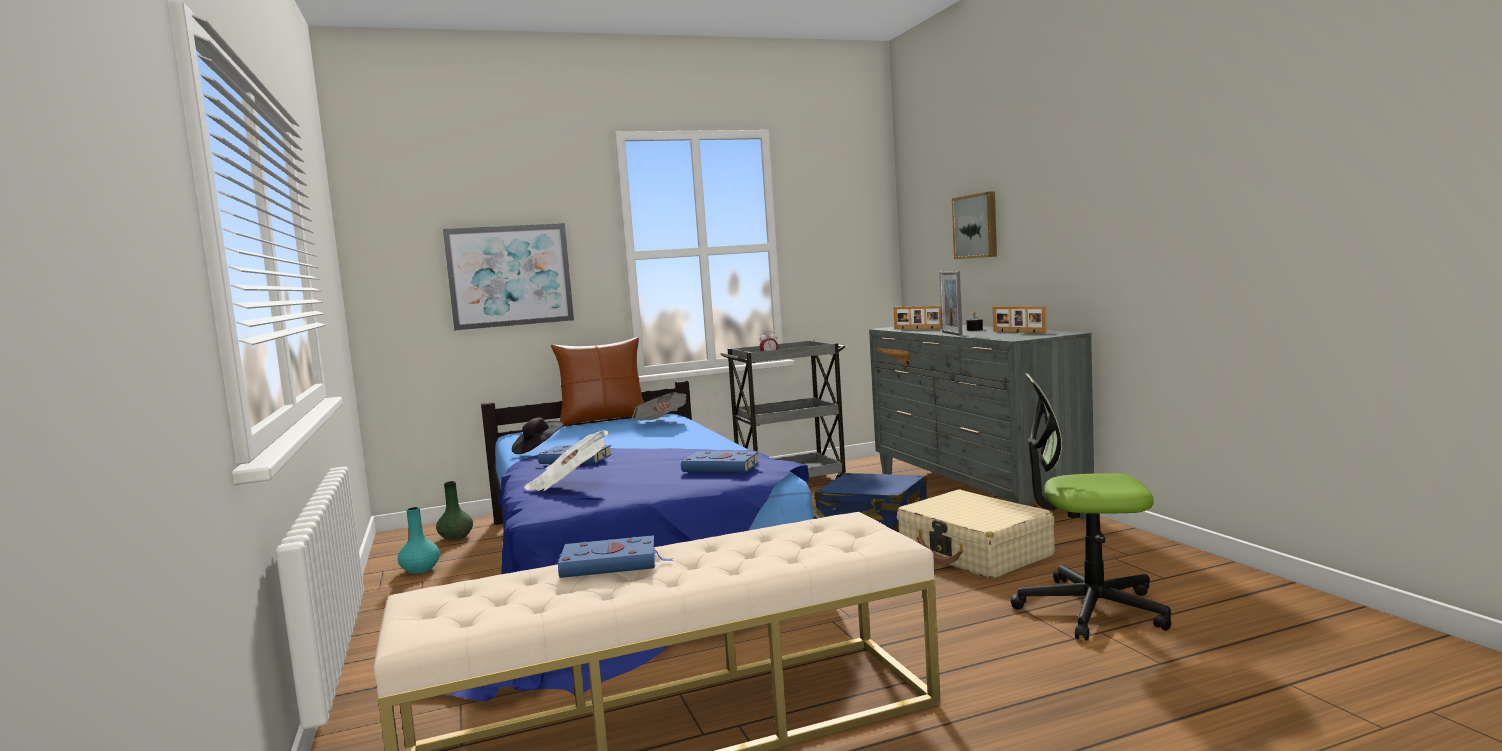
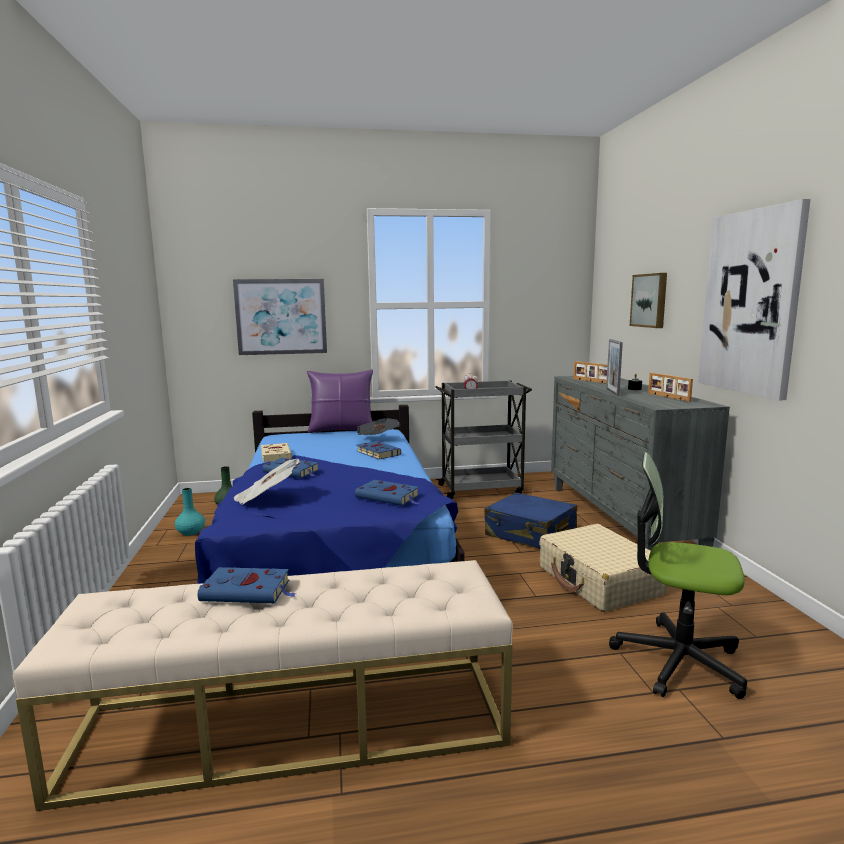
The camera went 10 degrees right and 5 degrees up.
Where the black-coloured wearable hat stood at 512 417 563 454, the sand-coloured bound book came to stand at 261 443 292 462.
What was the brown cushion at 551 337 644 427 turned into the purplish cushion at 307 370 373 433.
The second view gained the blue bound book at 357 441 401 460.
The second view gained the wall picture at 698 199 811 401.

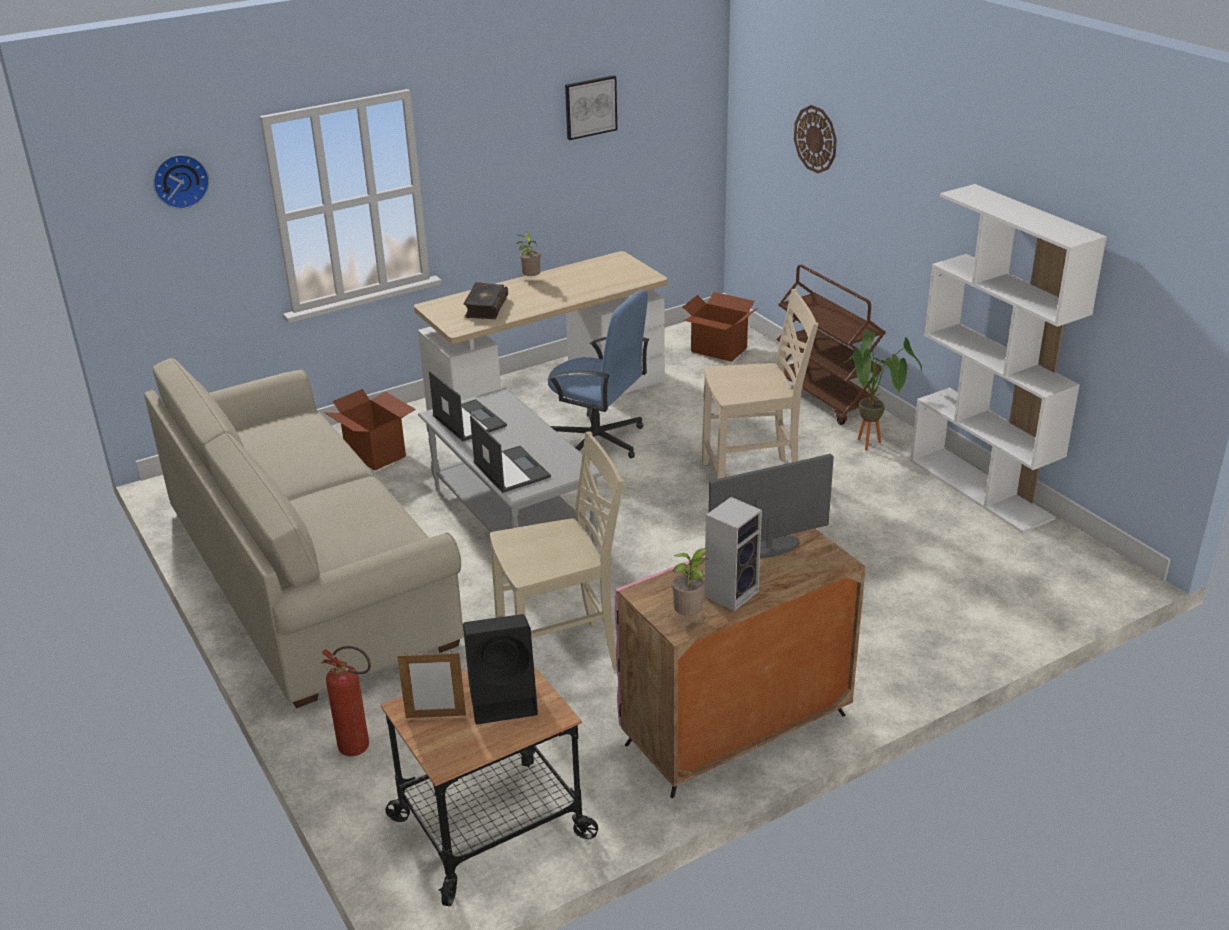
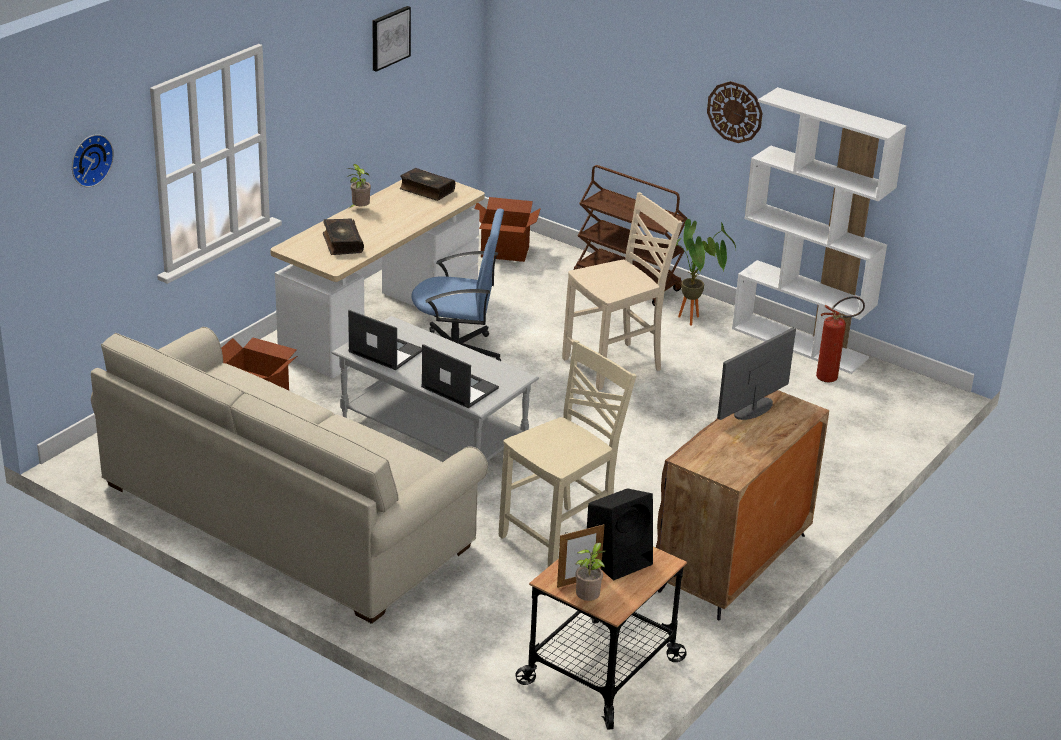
The camera went 25 degrees left and 0 degrees up.
The second view gained the bound book at 400 168 455 201.
The houseplant ended up elsewhere, having gone from 672 548 708 616 to 575 543 607 601.
What was the pinkish storage cabinet at 615 528 865 798 turned into the brown storage cabinet at 656 390 829 620.
The hanging clock ended up elsewhere, having gone from 794 105 837 173 to 707 81 763 143.
The fire extinguisher ended up elsewhere, having gone from 321 646 371 756 to 816 297 865 382.
The second view lost the speaker at 705 497 762 611.

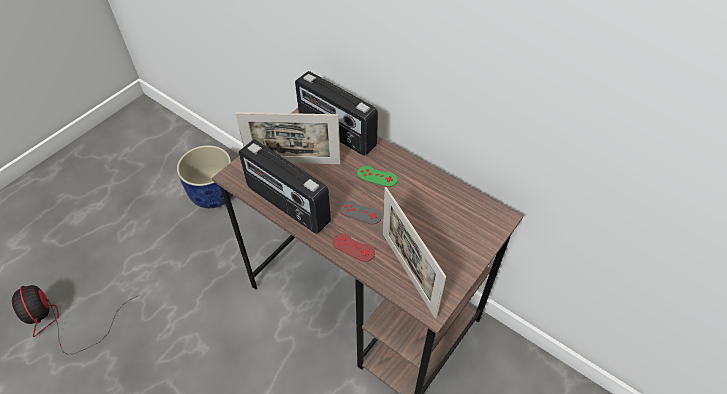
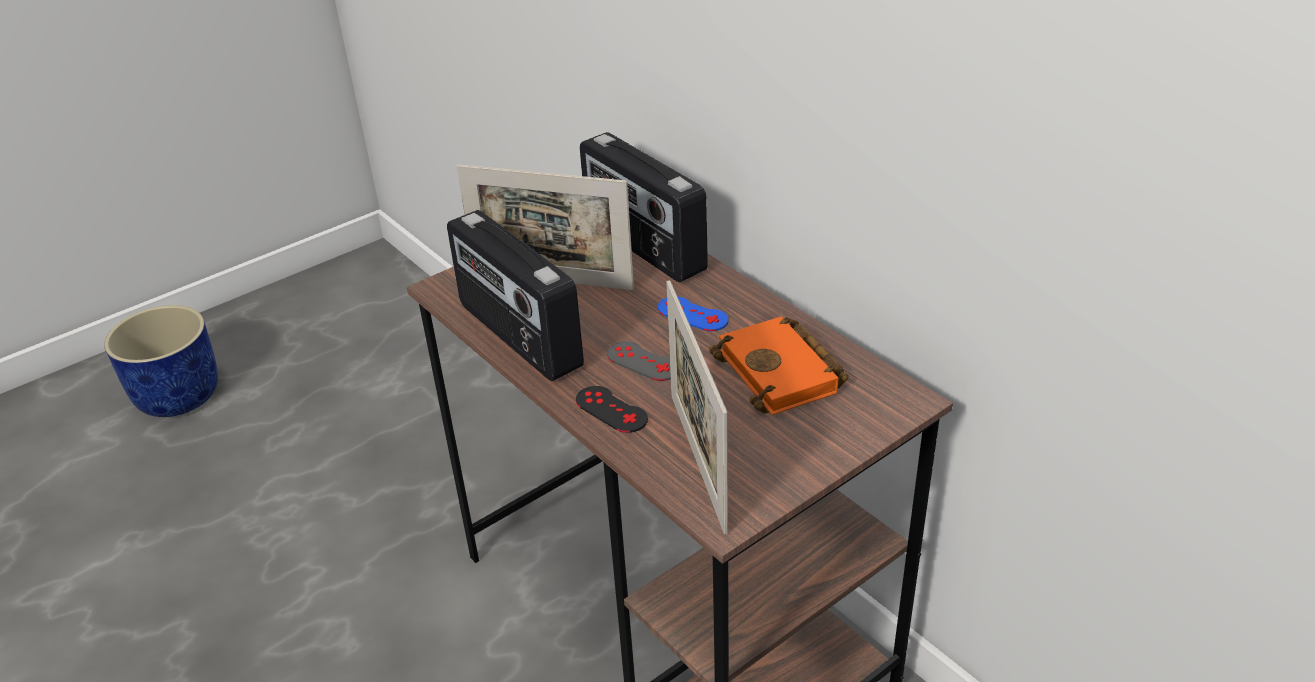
The camera went 15 degrees right and 15 degrees down.
The blue planter ended up elsewhere, having gone from 177 145 233 208 to 104 305 218 417.
What was the red game controller at 333 233 375 262 turned into the black-coloured game controller at 576 386 648 433.
What was the greenish game controller at 357 166 398 187 turned into the blue game controller at 658 296 729 331.
The second view gained the orange bound book at 709 317 849 415.
The second view lost the fan at 12 285 140 355.

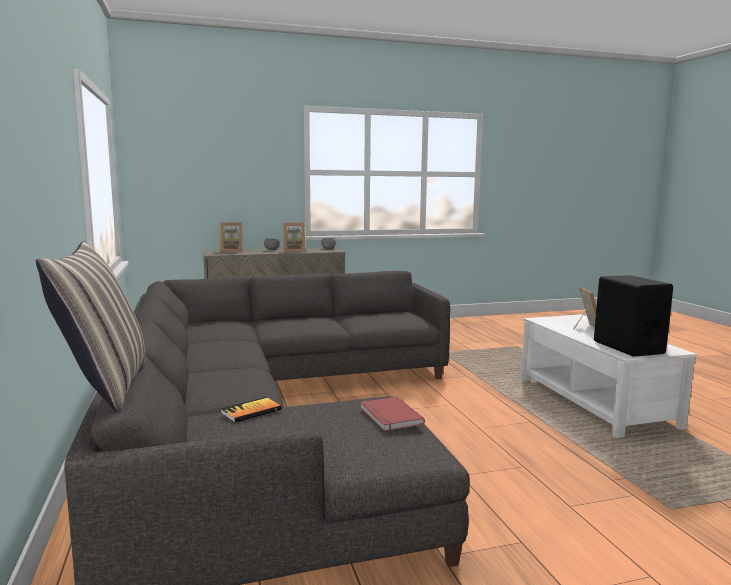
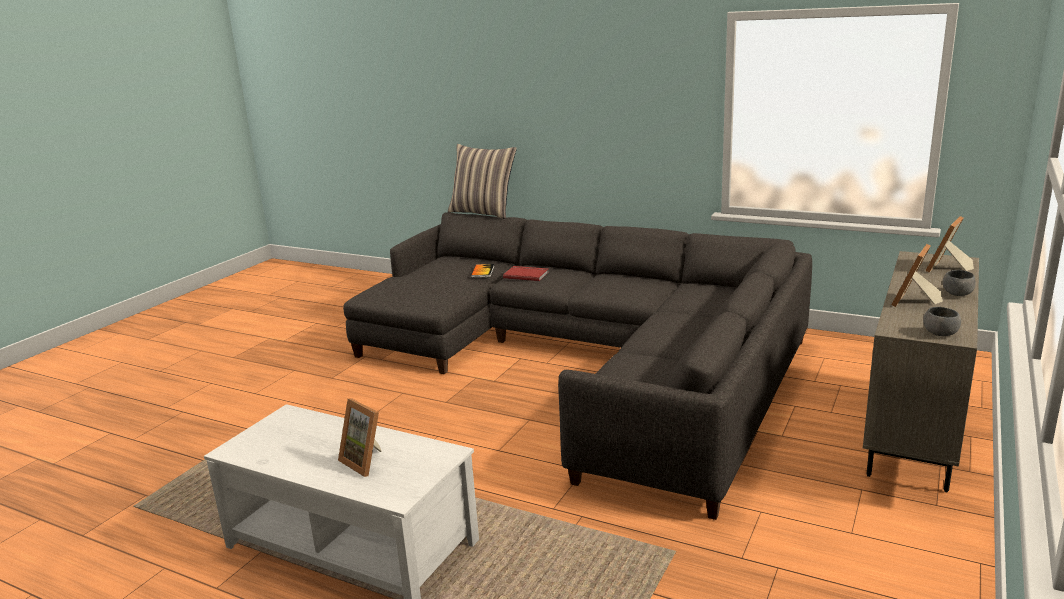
The camera went 135 degrees right and 10 degrees up.
The red bound book ended up elsewhere, having gone from 360 397 425 431 to 503 266 549 281.
The second view lost the black-coloured speaker at 594 275 673 357.

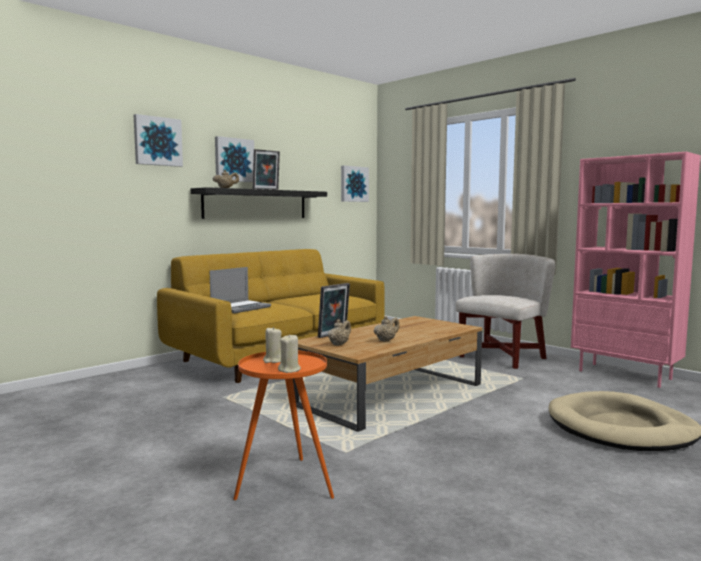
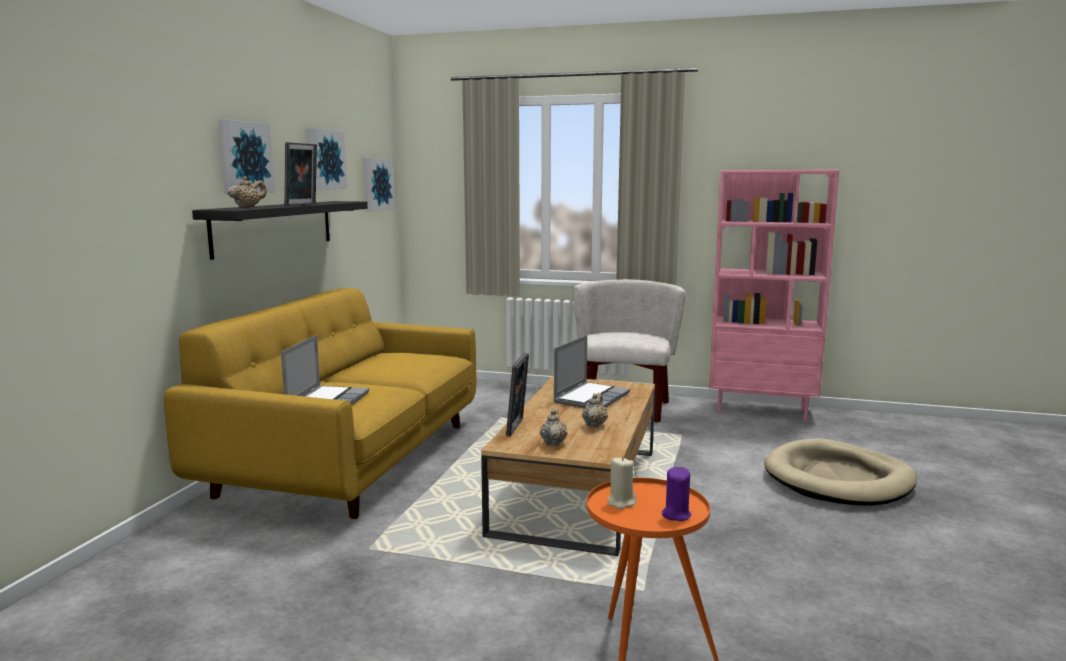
The camera went 30 degrees left and 5 degrees up.
The wall picture ended up elsewhere, having gone from 134 114 183 167 to 306 128 347 190.
The second view gained the notebook computer at 553 335 630 408.
What was the sand-coloured candle at 278 334 301 373 turned into the purplish candle at 662 467 691 521.

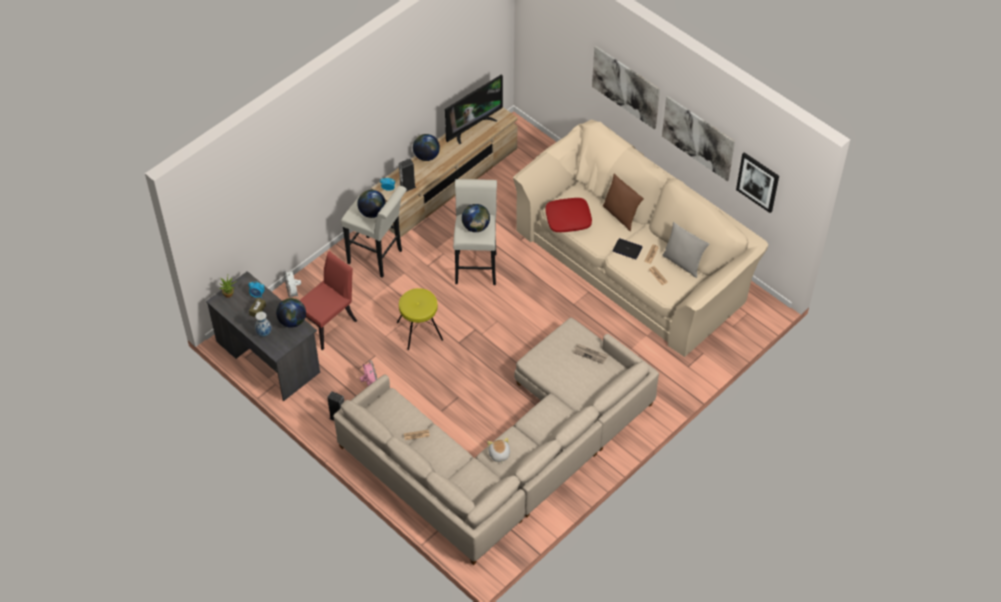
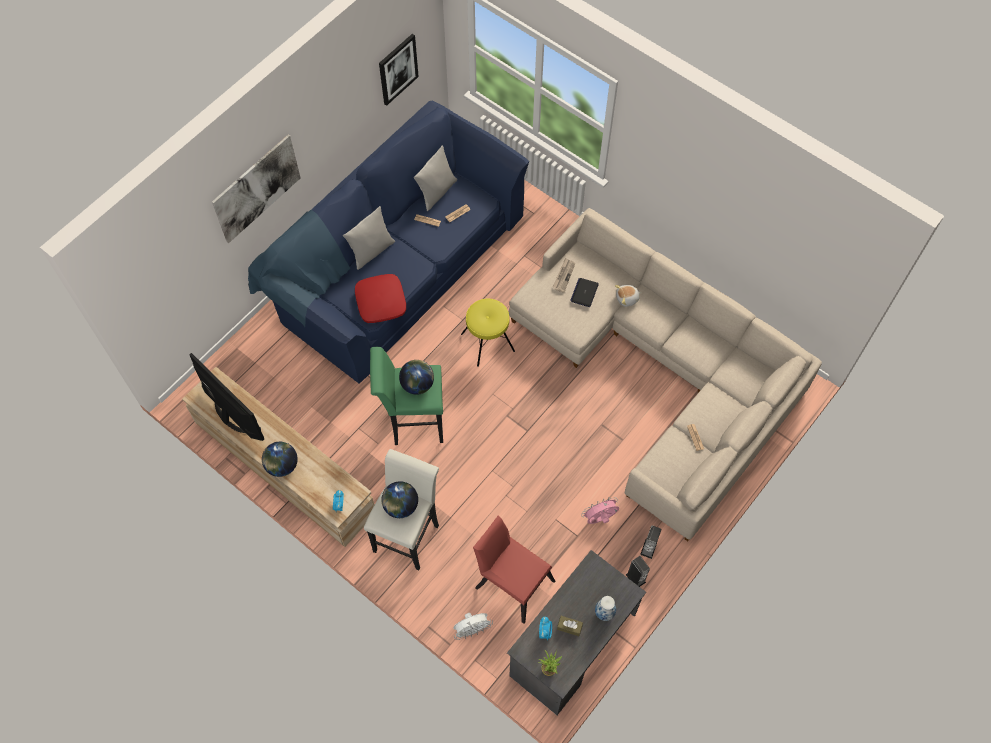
The camera went 95 degrees left and 10 degrees up.
What was the sand-coloured sofa at 513 120 768 357 turned into the blue sofa at 248 101 529 384.
What was the brown cushion at 603 173 644 231 turned into the greyish cushion at 343 206 395 270.
What was the white-coloured stool at 453 179 497 285 turned into the greenish stool at 370 347 443 445.
The yellow stool ended up elsewhere, having gone from 397 288 443 350 to 461 299 515 367.
The notebook computer ended up elsewhere, having gone from 613 238 642 259 to 570 278 599 307.
The plush toy ended up elsewhere, having gone from 487 438 510 464 to 615 285 642 307.
The speaker ended up elsewhere, having gone from 399 159 416 192 to 626 556 650 587.
The second view lost the desk globe at 276 298 306 328.
The second view lost the wall picture at 662 96 735 181.

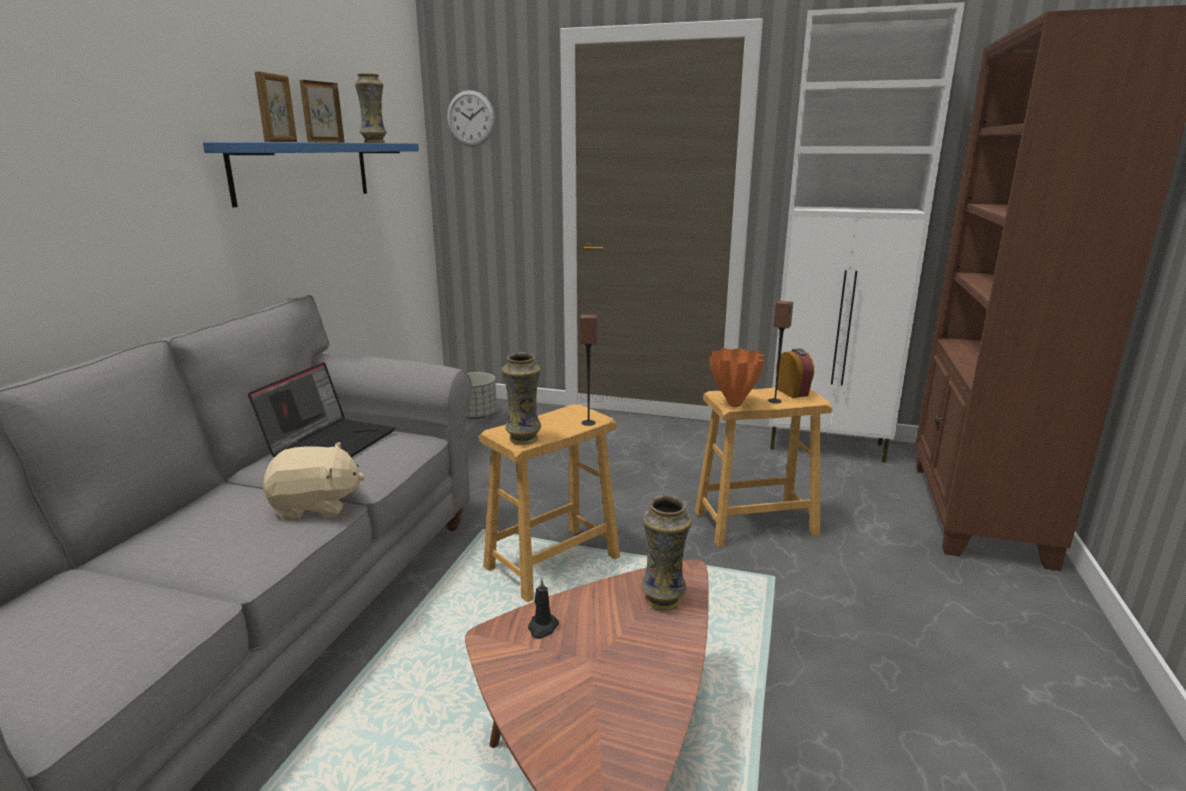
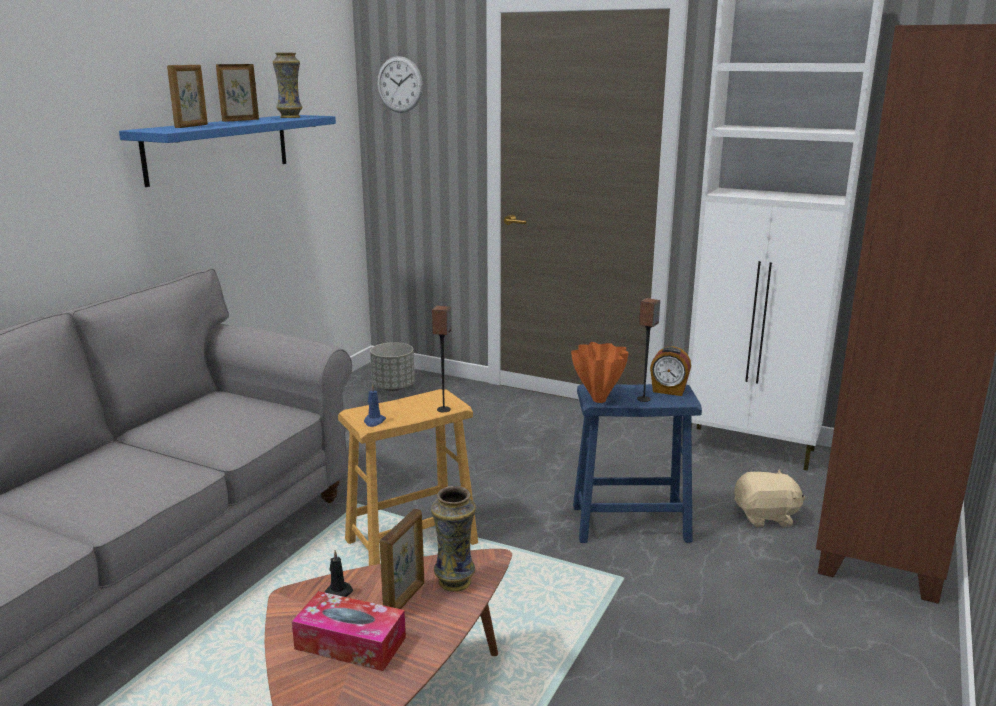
The camera went 10 degrees right and 0 degrees up.
The second view gained the box of tissues at 292 591 406 671.
Where the decorative vase stood at 502 352 541 445, the blue candle came to stand at 364 383 386 427.
The second view gained the picture frame at 380 509 424 609.
What was the brown stool at 695 388 832 547 turned into the blue stool at 573 384 702 543.
The bedside clock at 776 349 814 398 ended up facing another way, 120 degrees clockwise from before.
The sand-coloured plush toy ended up elsewhere, having gone from 263 442 365 521 to 734 469 805 527.
The second view lost the notebook computer at 248 362 396 457.

